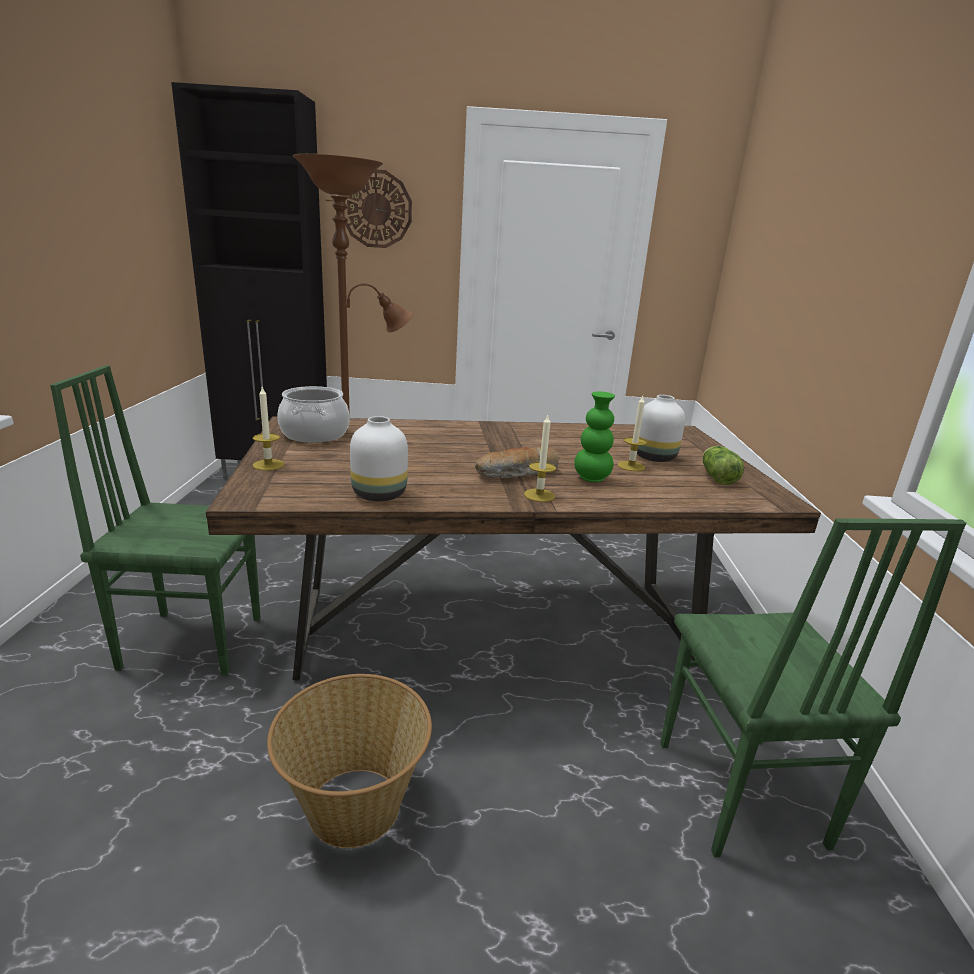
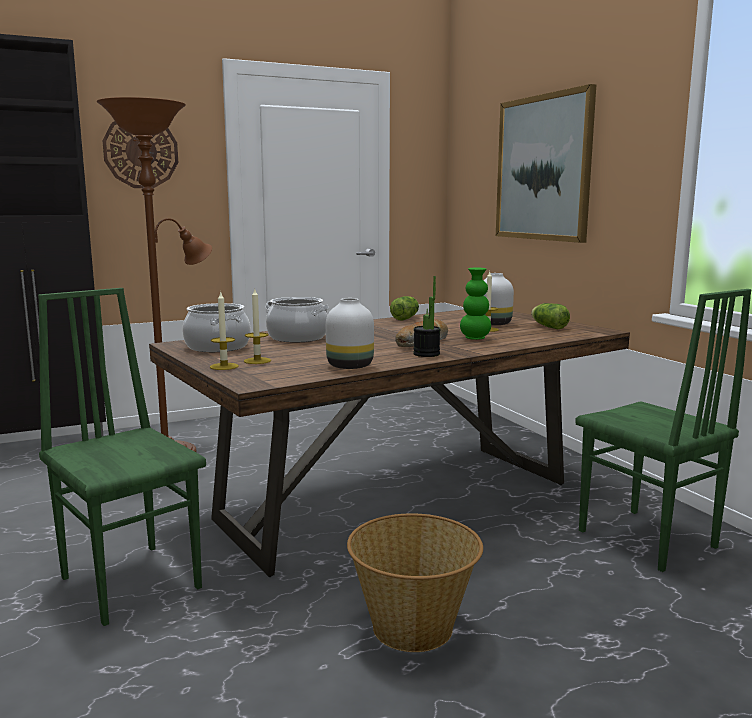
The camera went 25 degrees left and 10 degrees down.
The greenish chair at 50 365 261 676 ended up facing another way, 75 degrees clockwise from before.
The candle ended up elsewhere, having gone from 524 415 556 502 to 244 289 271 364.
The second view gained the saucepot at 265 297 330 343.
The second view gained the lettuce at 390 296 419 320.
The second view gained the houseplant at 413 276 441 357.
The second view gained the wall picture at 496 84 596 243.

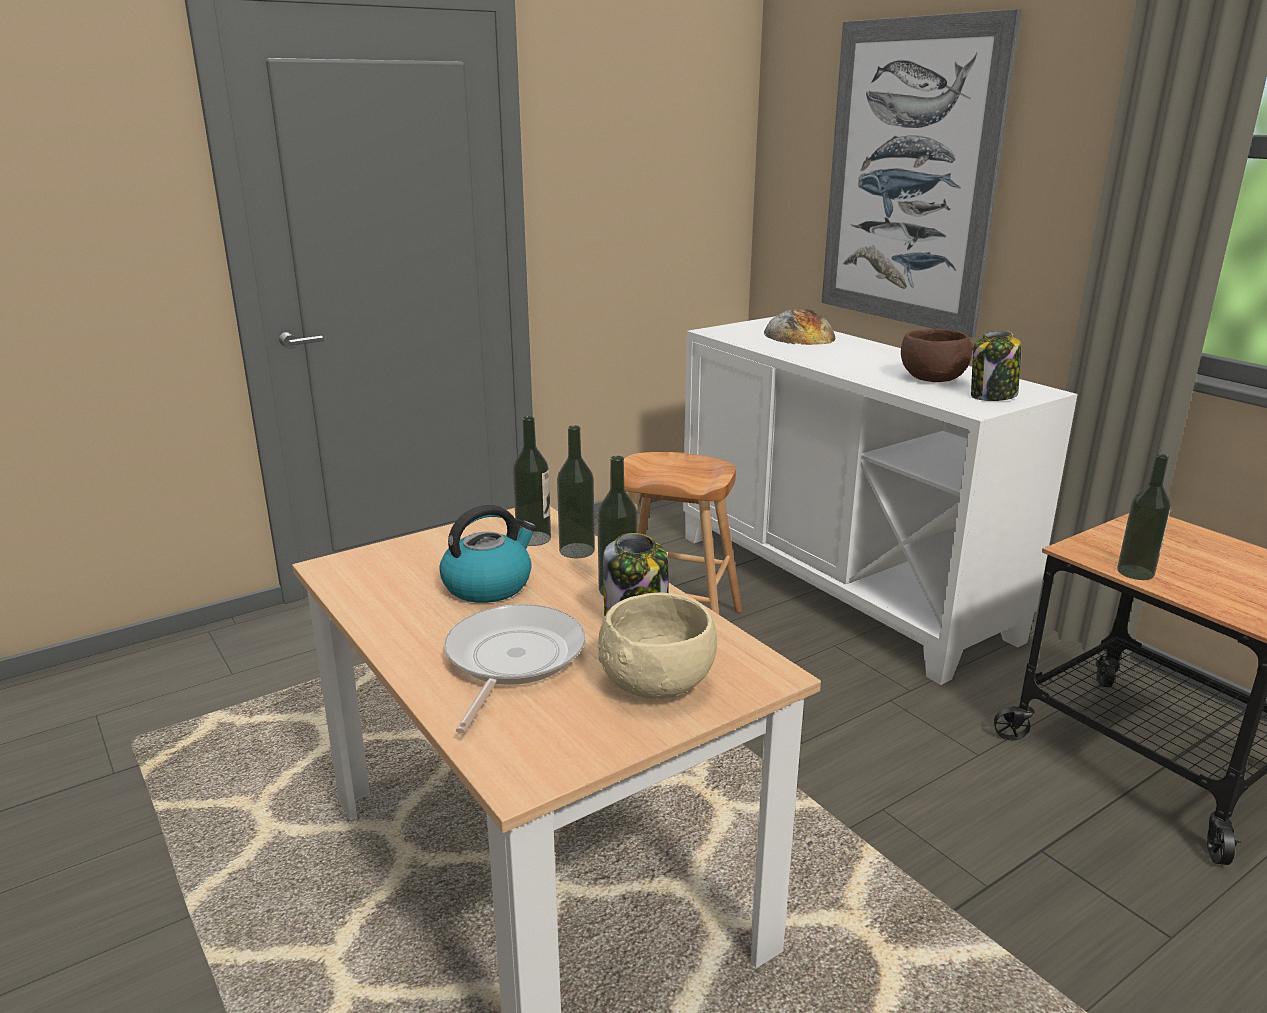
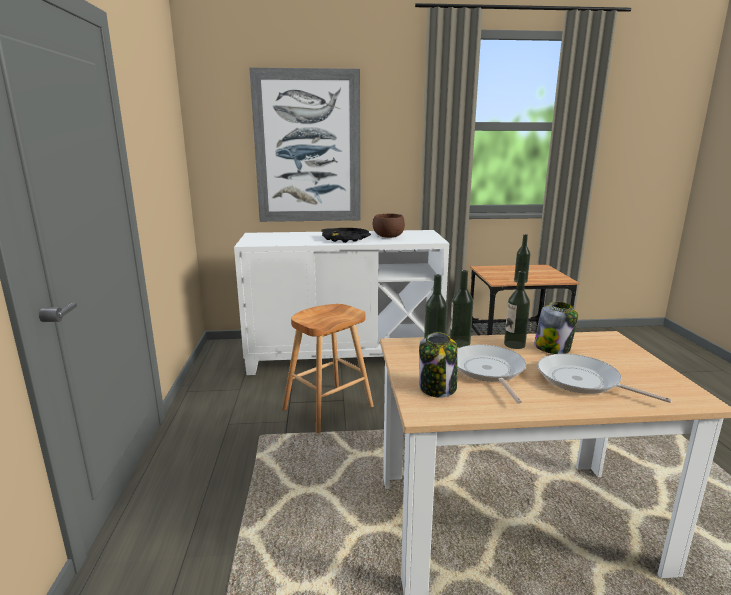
The camera went 60 degrees left and 5 degrees down.
The second view gained the black-coloured carrying tray at 321 228 371 243.
The preserve jar ended up elsewhere, having gone from 971 331 1021 401 to 419 332 458 398.
Where the kettle stood at 440 505 537 603, the skillet came to stand at 457 345 526 404.
The second view lost the sand-coloured deep dish at 598 592 717 699.
The second view lost the bread at 764 309 835 345.

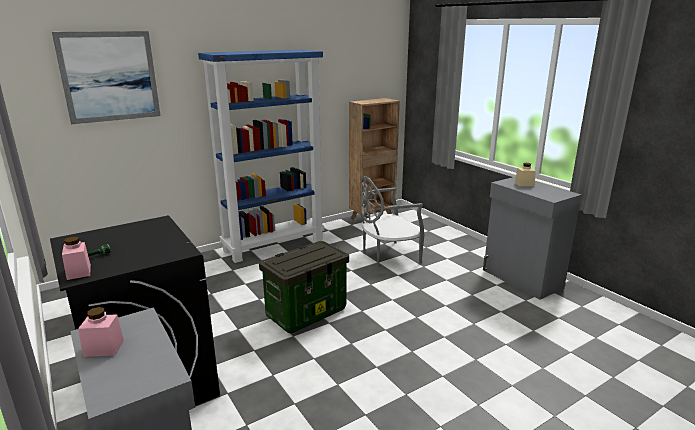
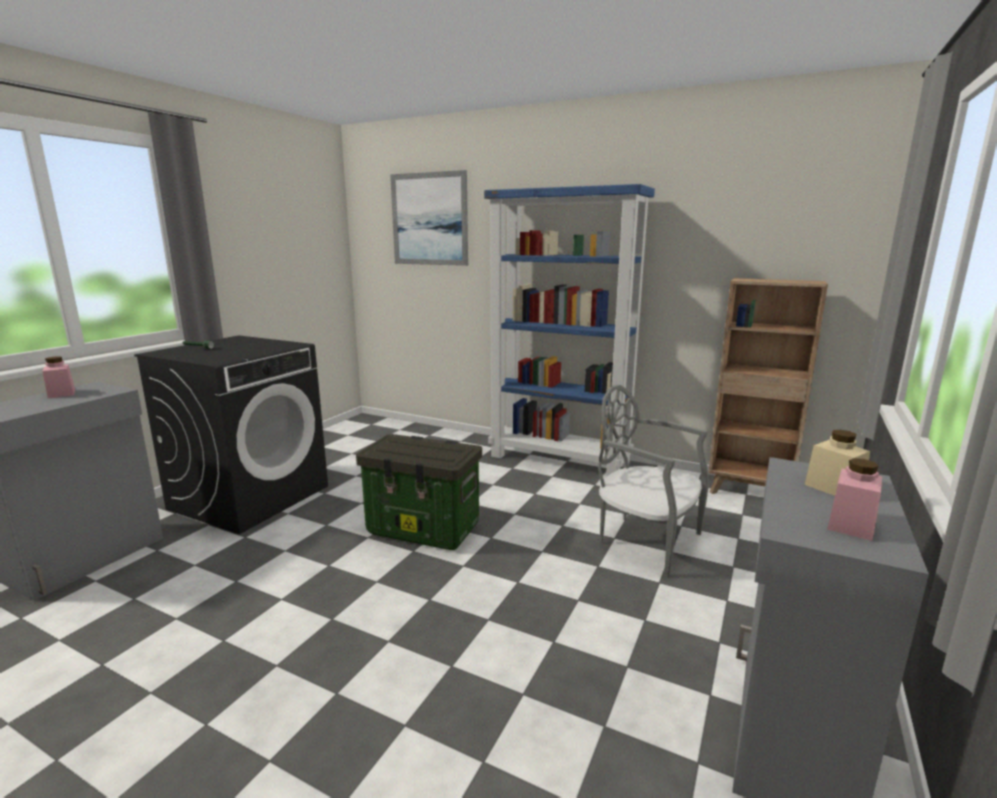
The camera went 60 degrees right and 5 degrees down.
The pinkish preserve jar ended up elsewhere, having gone from 62 237 91 280 to 827 458 882 541.

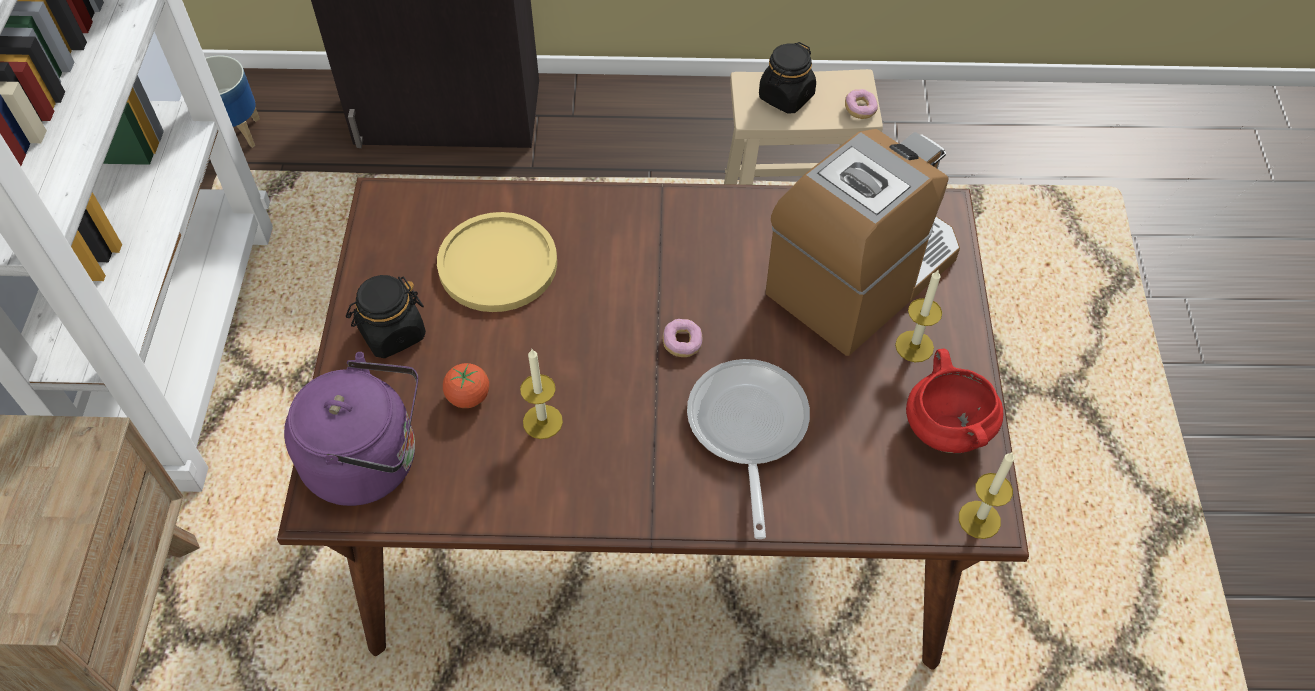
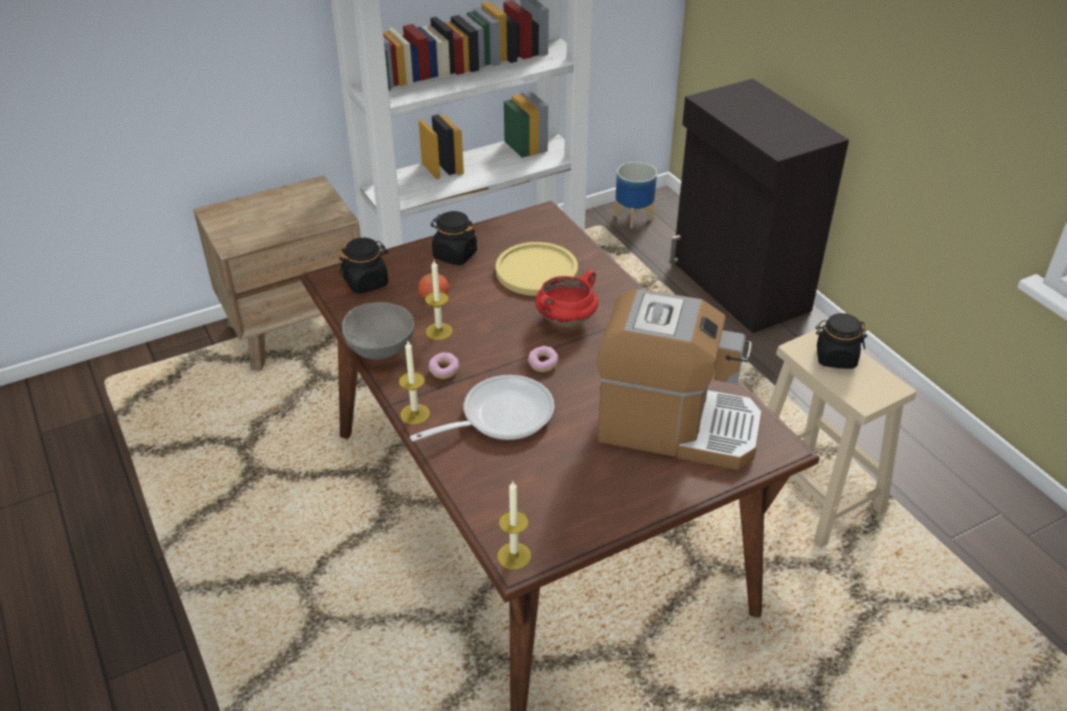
The camera went 60 degrees right and 15 degrees down.
Where the purplish kettle stood at 284 352 418 506, the black-coloured preserve jar came to stand at 339 238 388 294.
The second view gained the greyish deep dish at 342 302 414 359.
The candle ended up elsewhere, having gone from 895 269 942 362 to 399 341 430 425.
The doughnut ended up elsewhere, having gone from 845 89 878 119 to 429 352 459 379.
The red saucepot ended up elsewhere, having gone from 906 349 1003 453 to 535 270 598 327.

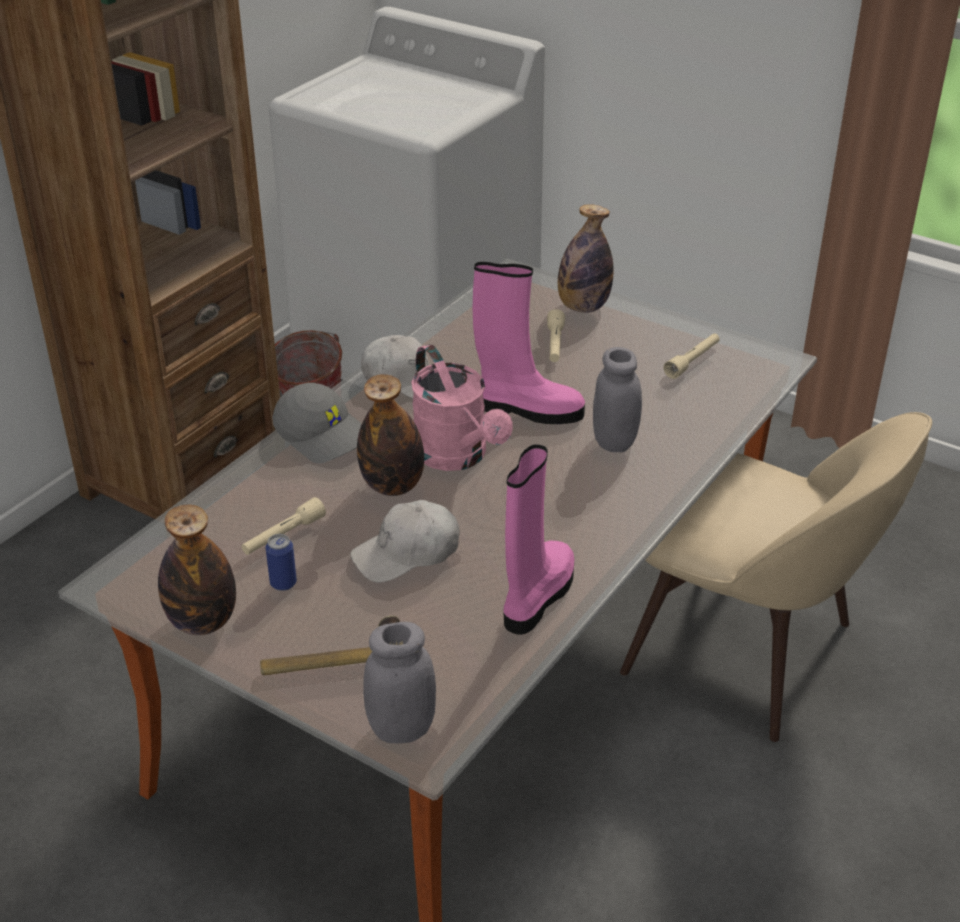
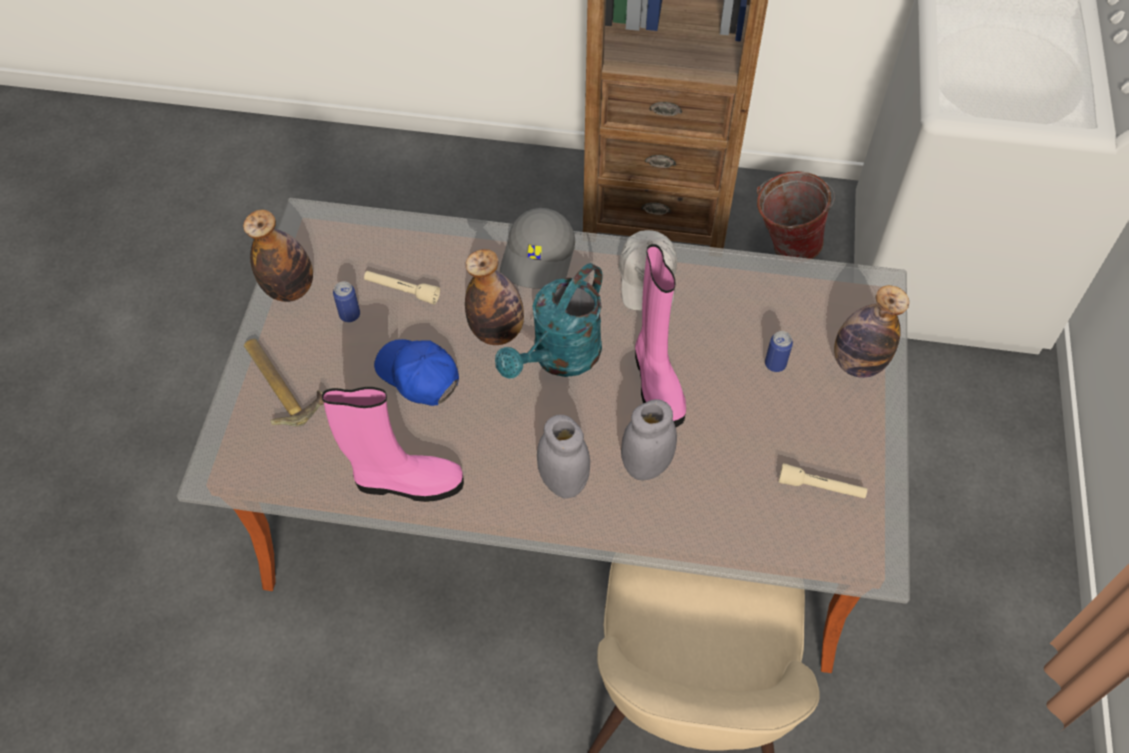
The camera went 65 degrees right and 20 degrees up.
What was the white-coloured peaked cap at 350 500 460 583 turned into the blue peaked cap at 374 339 459 406.
What was the pinkish watering can at 411 344 513 471 turned into the blue-green watering can at 495 263 602 379.
The greyish preserve jar ended up elsewhere, having gone from 363 622 436 743 to 537 415 590 499.
Where the sand-coloured hand torch stood at 547 309 565 362, the sealed can came to stand at 765 331 793 372.

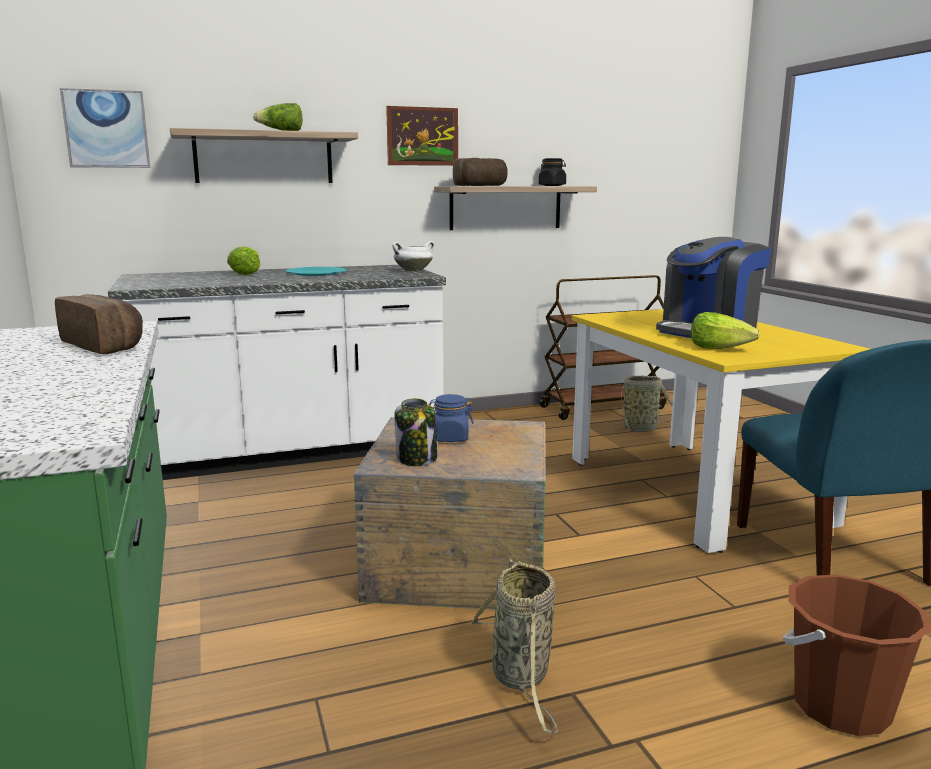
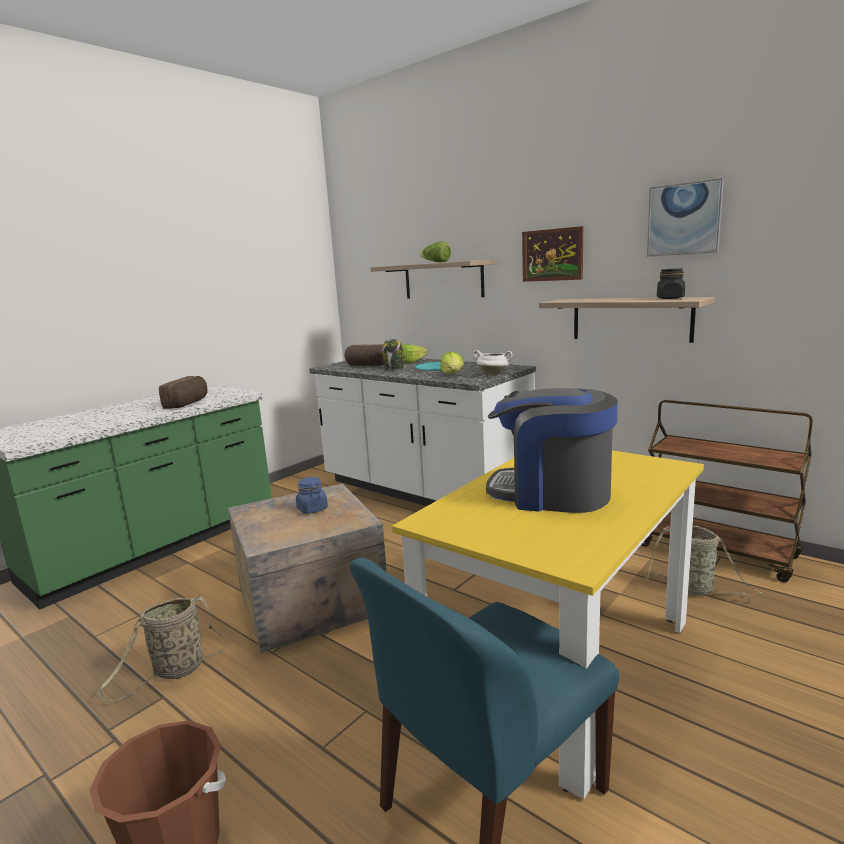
The camera went 60 degrees right and 0 degrees up.
The bread ended up elsewhere, having gone from 453 158 508 186 to 344 344 384 366.
The preserve jar ended up elsewhere, having gone from 395 398 437 466 to 381 339 405 371.
The lettuce ended up elsewhere, having gone from 691 312 760 349 to 440 352 464 374.
The wall picture ended up elsewhere, having gone from 60 88 150 168 to 647 178 724 257.

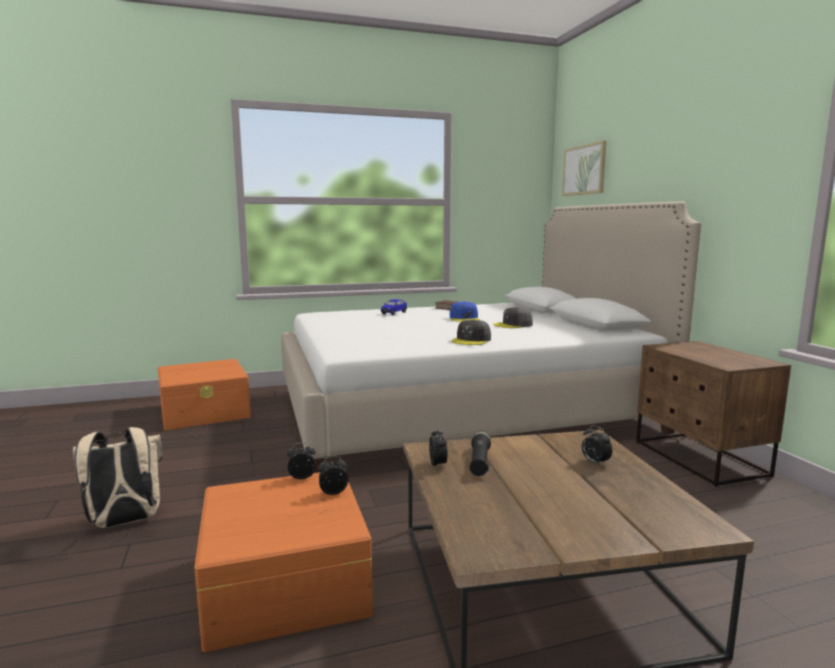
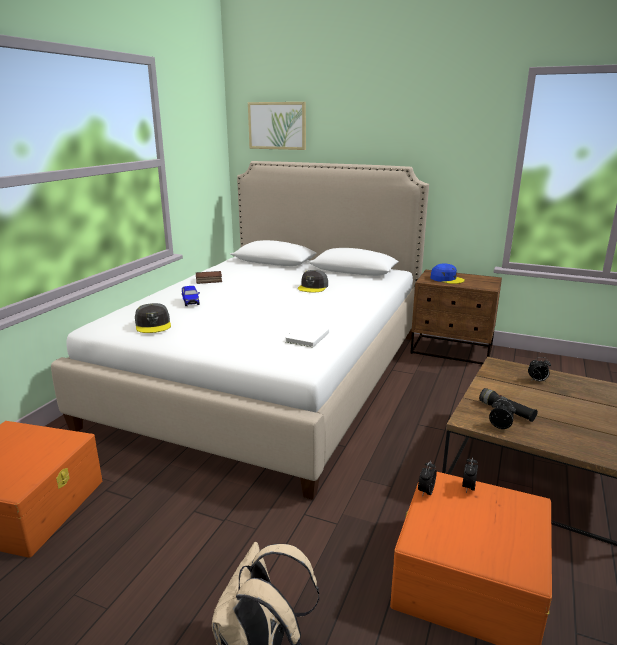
The camera went 50 degrees left and 10 degrees up.
The greyish peaked cap ended up elsewhere, having gone from 452 319 491 345 to 135 303 171 333.
The second view gained the white-coloured bound book at 285 324 329 347.
The blue peaked cap ended up elsewhere, having gone from 450 301 480 322 to 430 264 465 284.

